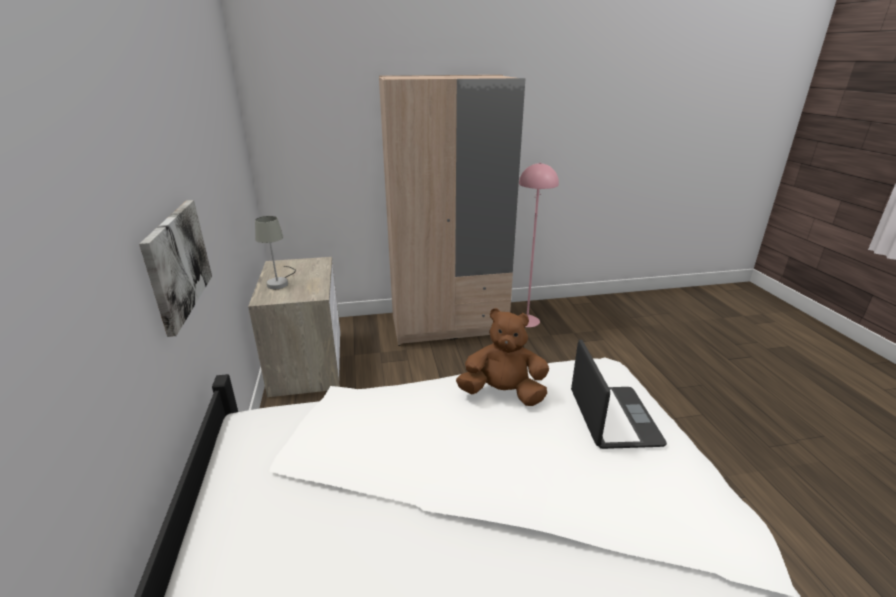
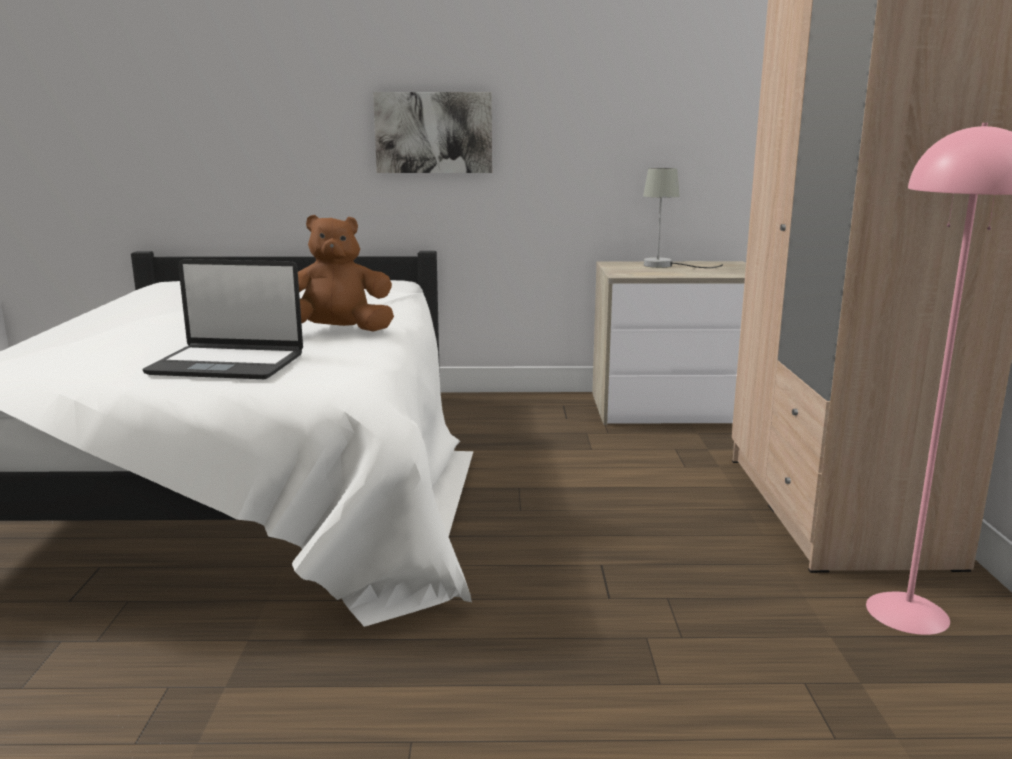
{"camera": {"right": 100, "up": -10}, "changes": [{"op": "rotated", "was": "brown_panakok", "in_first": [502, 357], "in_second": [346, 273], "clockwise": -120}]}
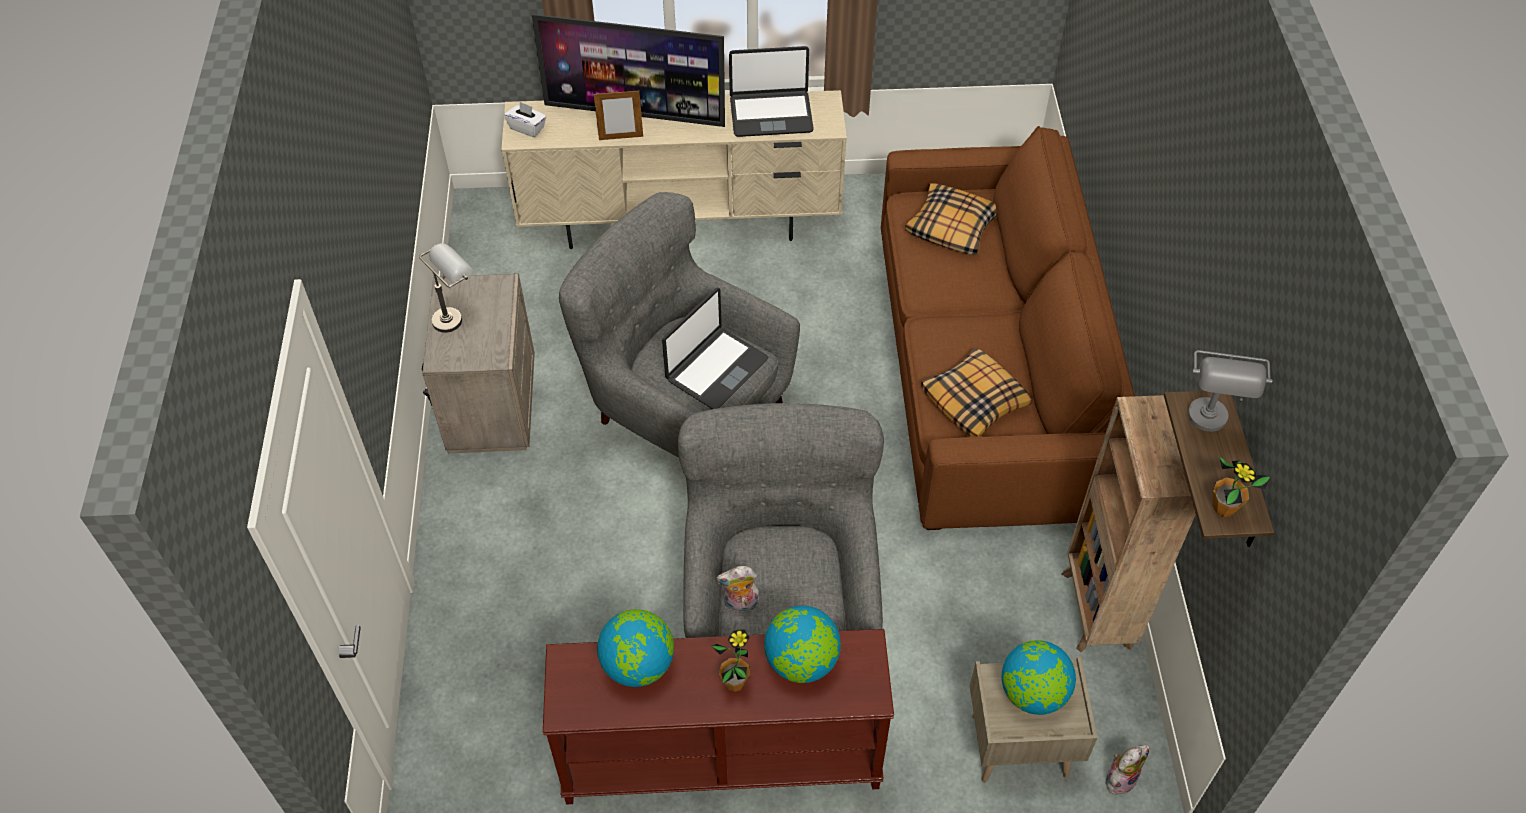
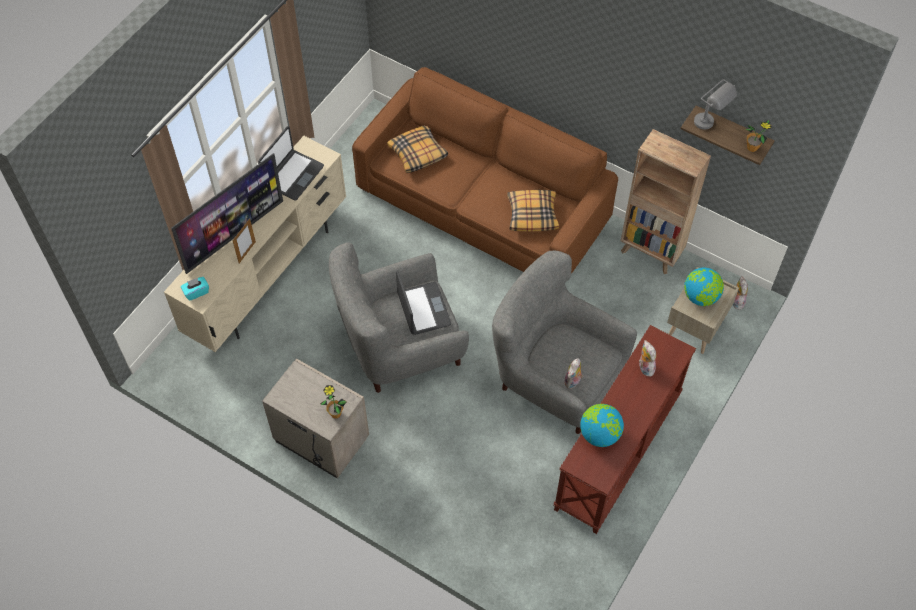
{"camera": {"right": -55, "up": 5}, "changes": [{"op": "repainted", "was": "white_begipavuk", "now": "turquoise_begipavuk", "in_first": [525, 119], "in_second": [195, 289]}, {"op": "shifted", "was": "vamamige", "in_first": [731, 660], "in_second": [333, 402]}, {"op": "swapped", "was": "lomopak", "now": "panakok", "in_first": [802, 644], "in_second": [647, 358]}, {"op": "gone", "was": "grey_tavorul", "in_first": [446, 288]}]}
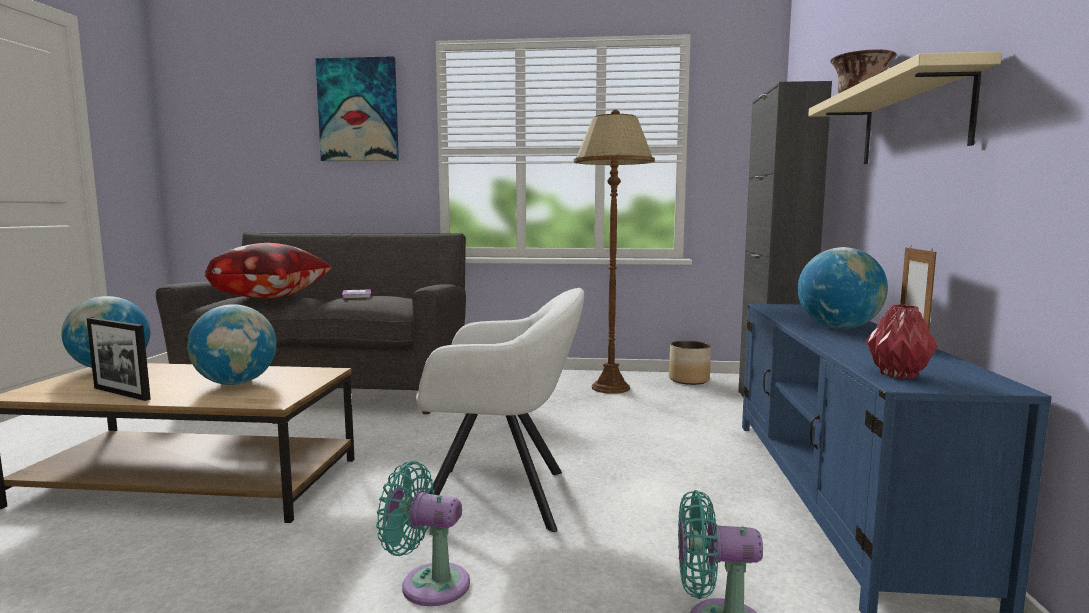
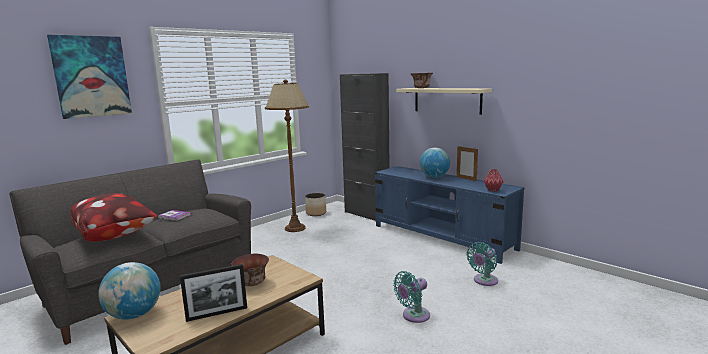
{"camera": {"right": -50, "up": 5}, "changes": [{"op": "swapped", "was": "lomopak", "now": "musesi", "in_first": [232, 344], "in_second": [250, 270]}, {"op": "gone", "was": "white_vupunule", "in_first": [500, 410]}]}
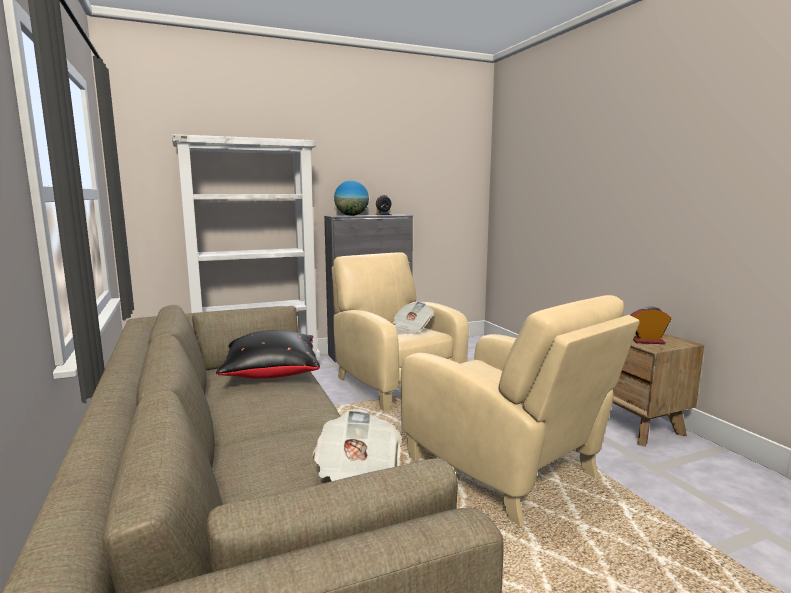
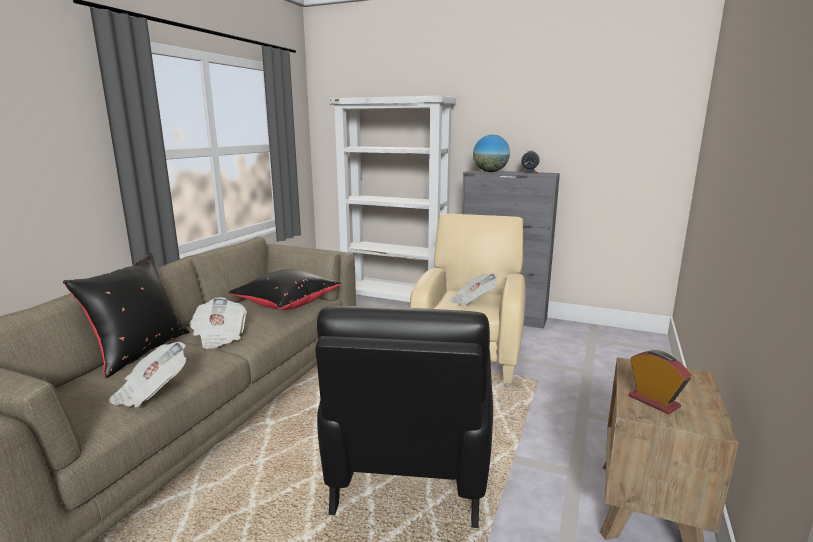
{"camera": {"right": 45, "up": 5}, "changes": [{"op": "new", "now": "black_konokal", "in_second": [126, 315]}, {"op": "new", "now": "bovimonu", "in_second": [218, 323]}, {"op": "repainted", "was": "beige_vupunule", "now": "black_vupunule", "in_first": [520, 410], "in_second": [404, 417]}]}
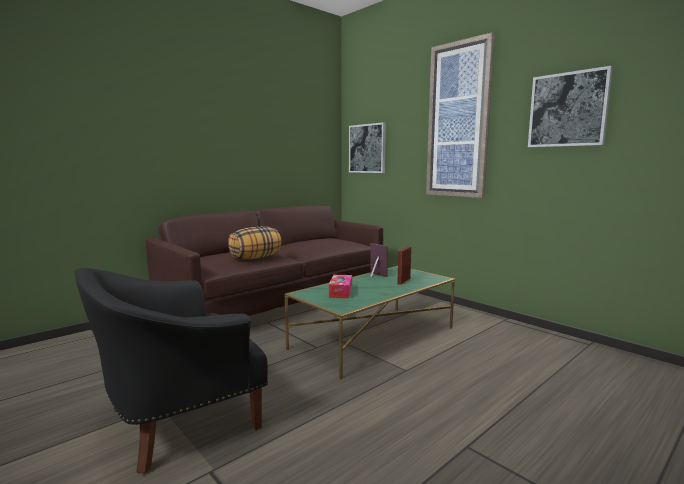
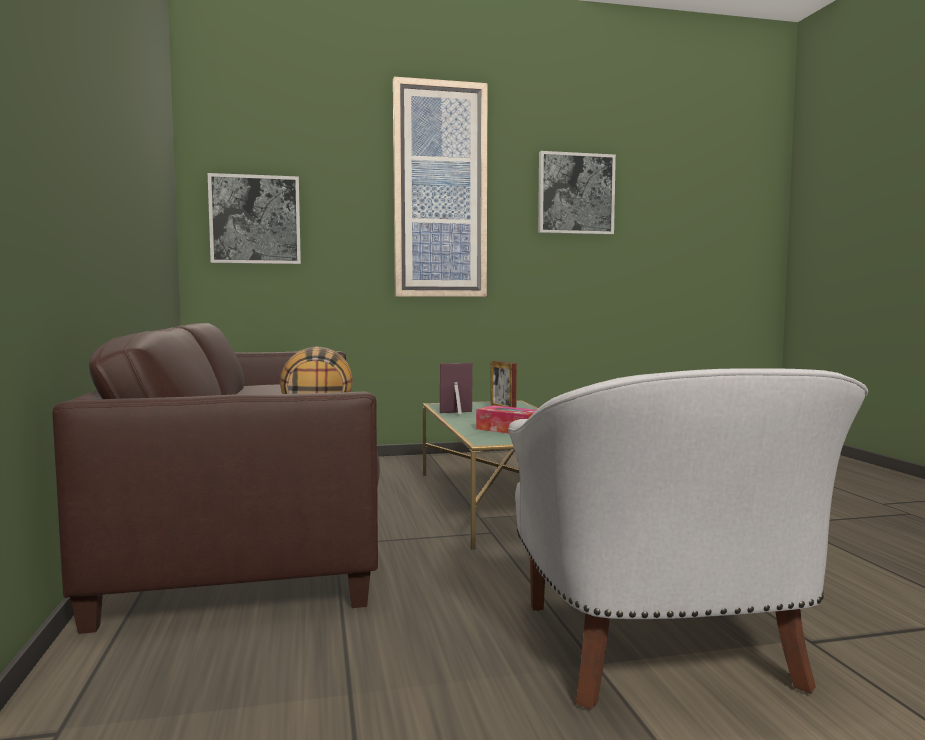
{"camera": {"right": -60, "up": -5}, "changes": [{"op": "repainted", "was": "black_vupunule", "now": "white_vupunule", "in_first": [171, 371], "in_second": [688, 539]}]}
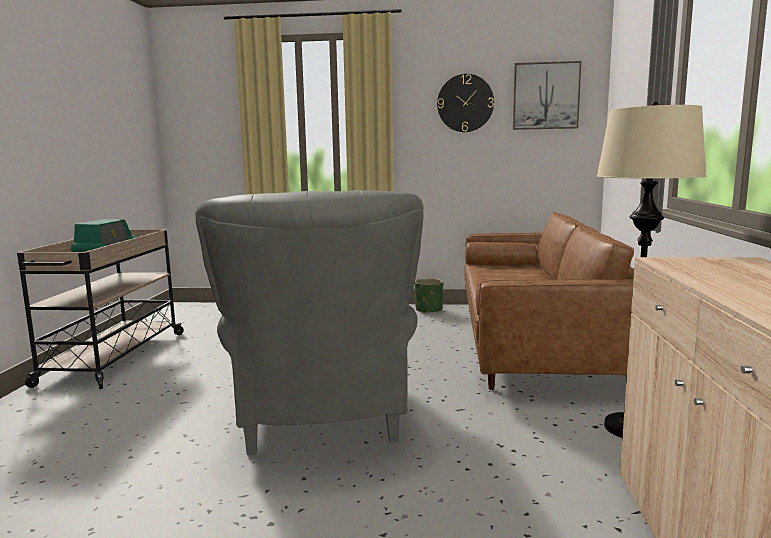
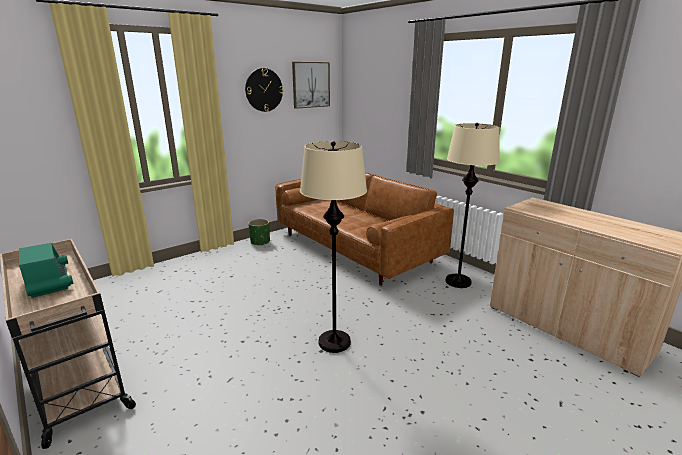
{"camera": {"right": -45, "up": 10}, "changes": [{"op": "swapped", "was": "grey_vupunule", "now": "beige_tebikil", "in_first": [309, 322], "in_second": [333, 247]}]}
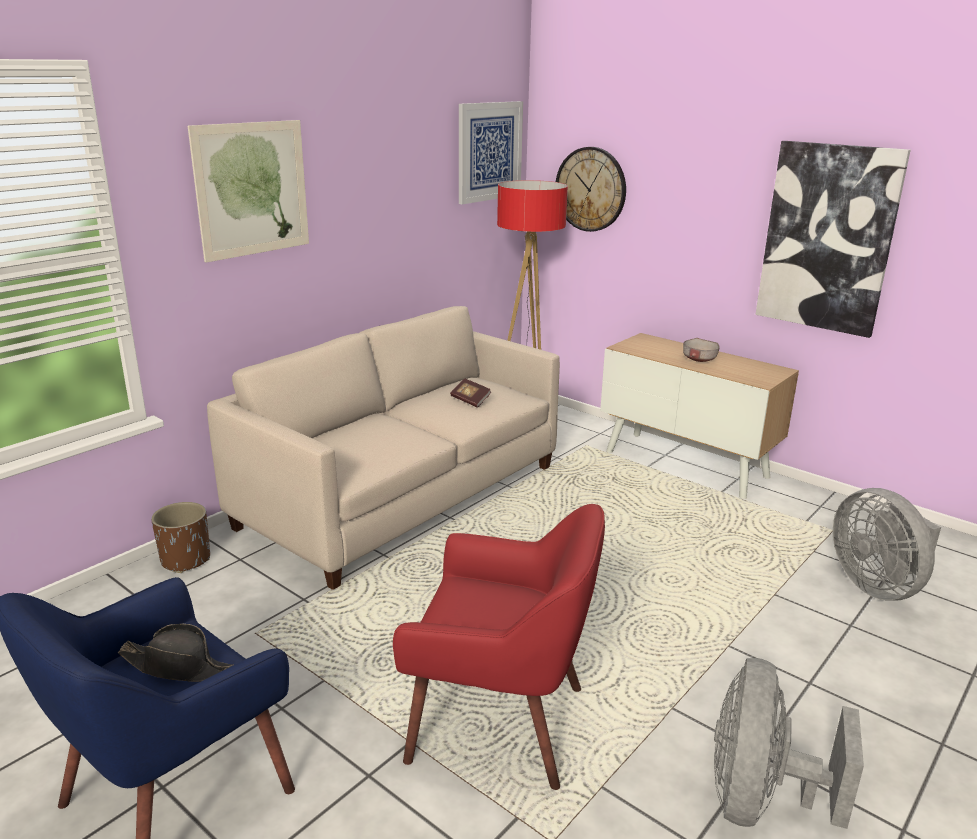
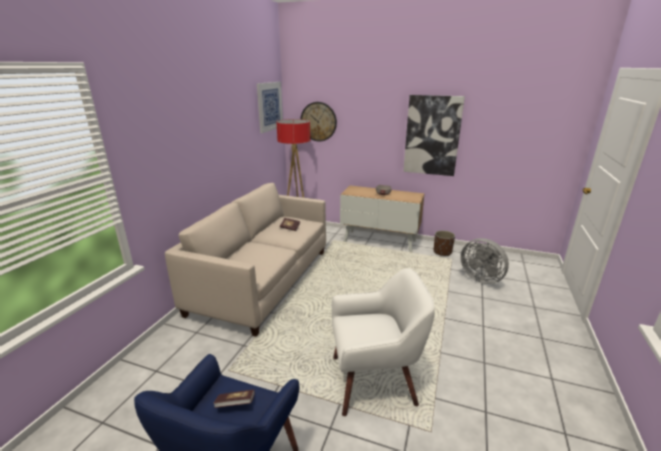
{"camera": {"right": -20, "up": 0}, "changes": [{"op": "swapped", "was": "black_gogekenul", "now": "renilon", "in_first": [175, 653], "in_second": [234, 398]}, {"op": "repainted", "was": "red_vupunule", "now": "white_vupunule", "in_first": [499, 647], "in_second": [383, 342]}, {"op": "shifted", "was": "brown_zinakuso", "in_first": [180, 537], "in_second": [444, 243]}, {"op": "gone", "was": "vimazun", "in_first": [248, 191]}, {"op": "gone", "was": "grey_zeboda", "in_first": [789, 743]}]}
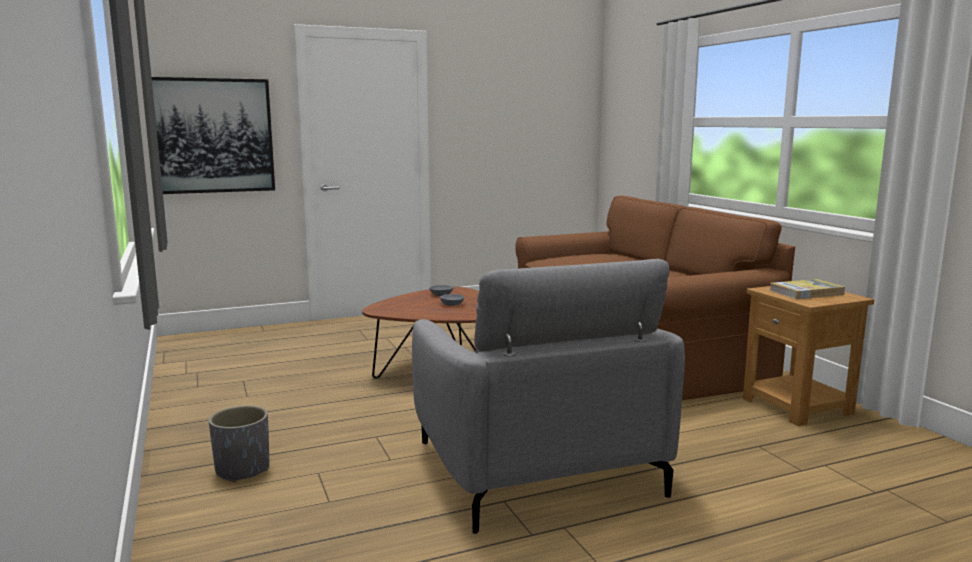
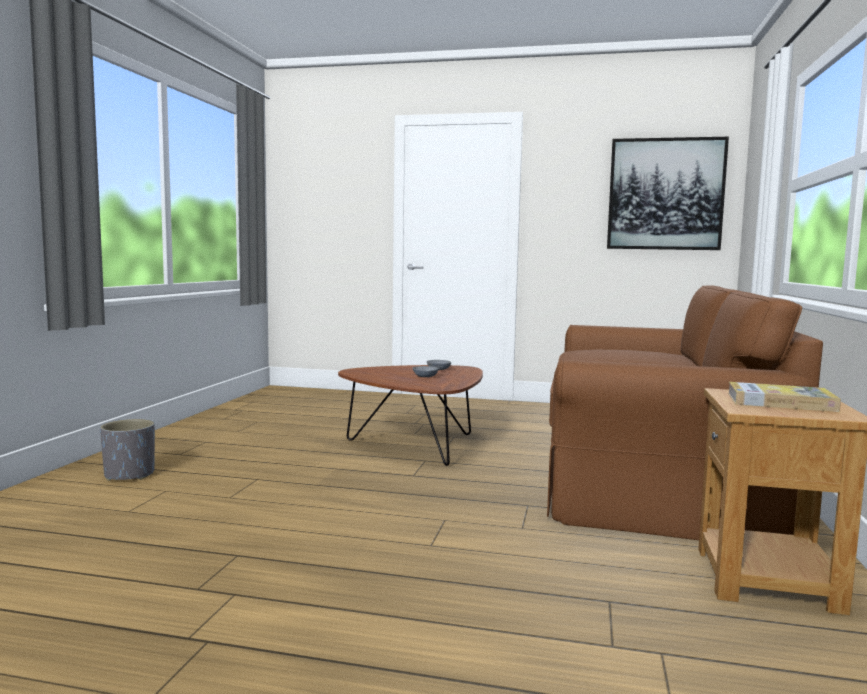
{"camera": {"right": 35, "up": -5}, "changes": [{"op": "shifted", "was": "vimazun", "in_first": [213, 135], "in_second": [668, 193]}, {"op": "gone", "was": "grey_vupunule", "in_first": [548, 396]}]}
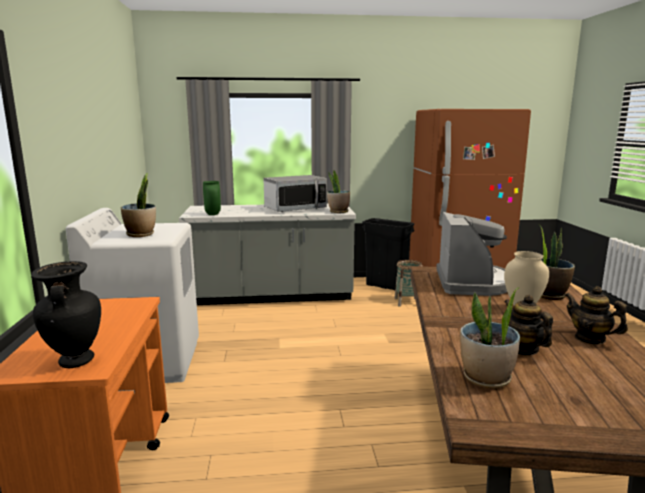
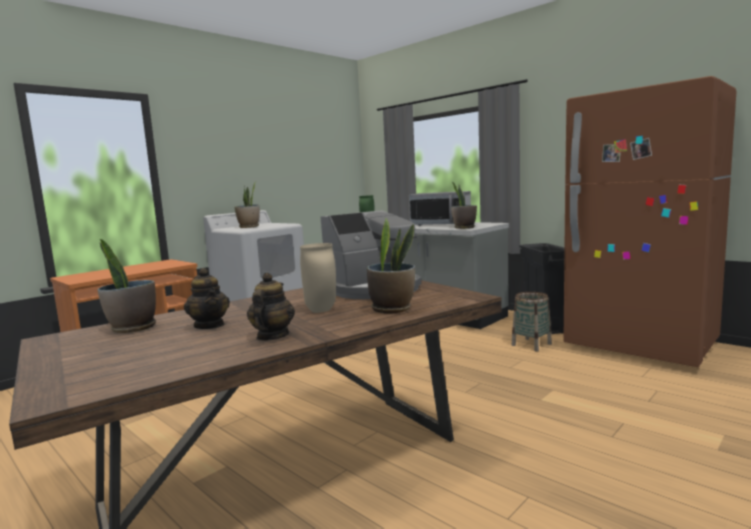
{"camera": {"right": 50, "up": -5}, "changes": [{"op": "rotated", "was": "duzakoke", "in_first": [528, 325], "in_second": [207, 298], "clockwise": 120}, {"op": "gone", "was": "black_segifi", "in_first": [66, 314]}]}
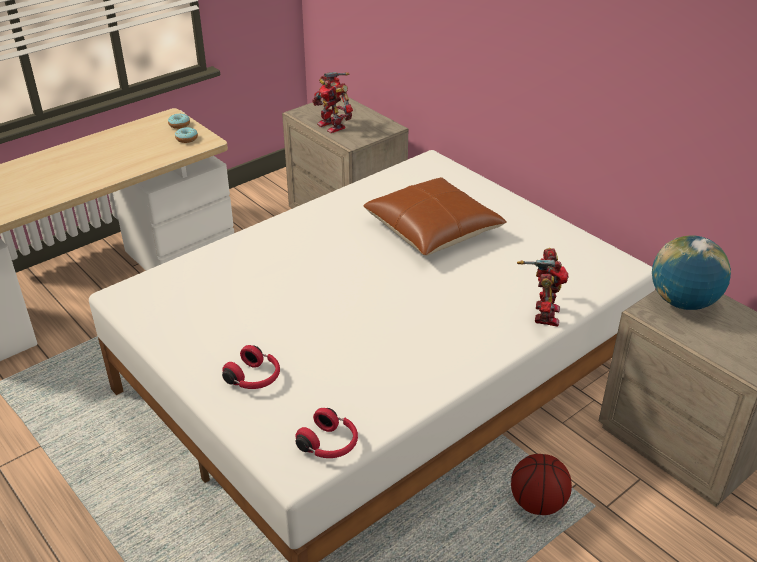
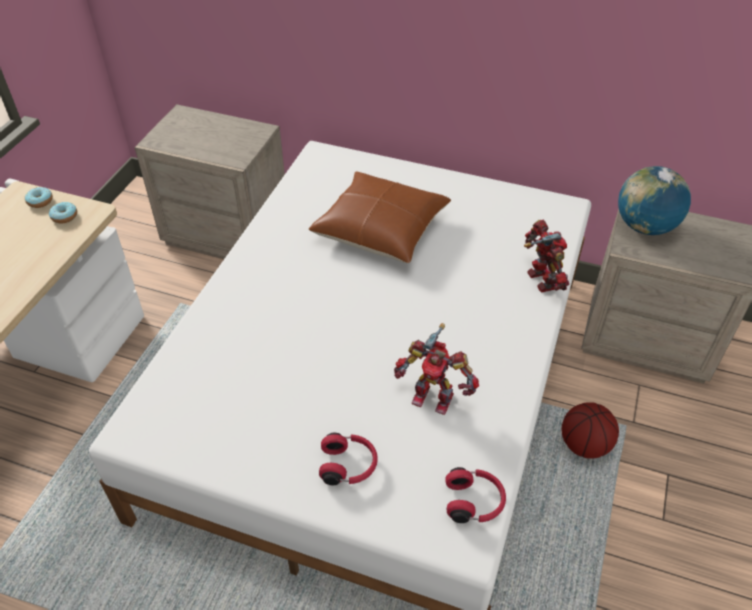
{"camera": {"right": -30, "up": 10}, "changes": [{"op": "shifted", "was": "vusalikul", "in_first": [332, 102], "in_second": [436, 369]}]}
